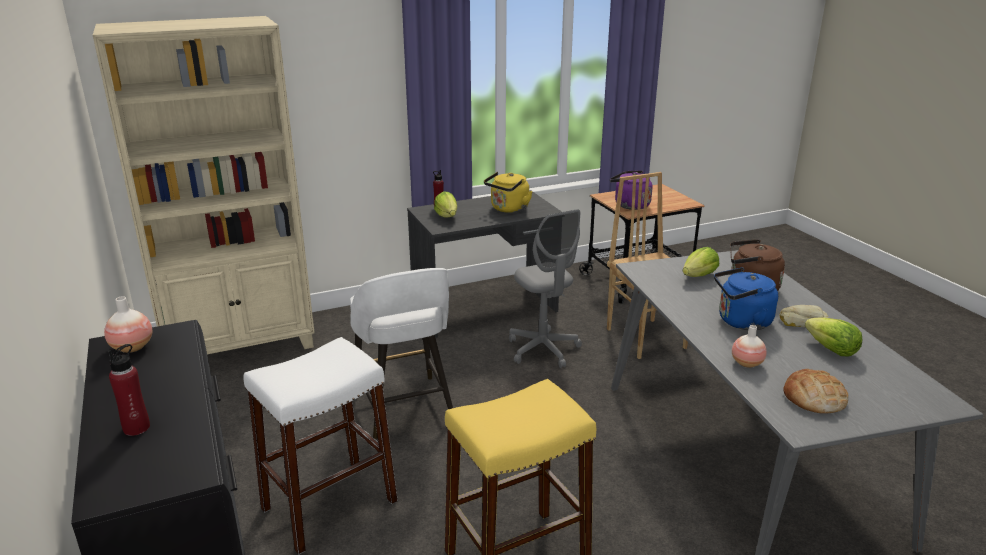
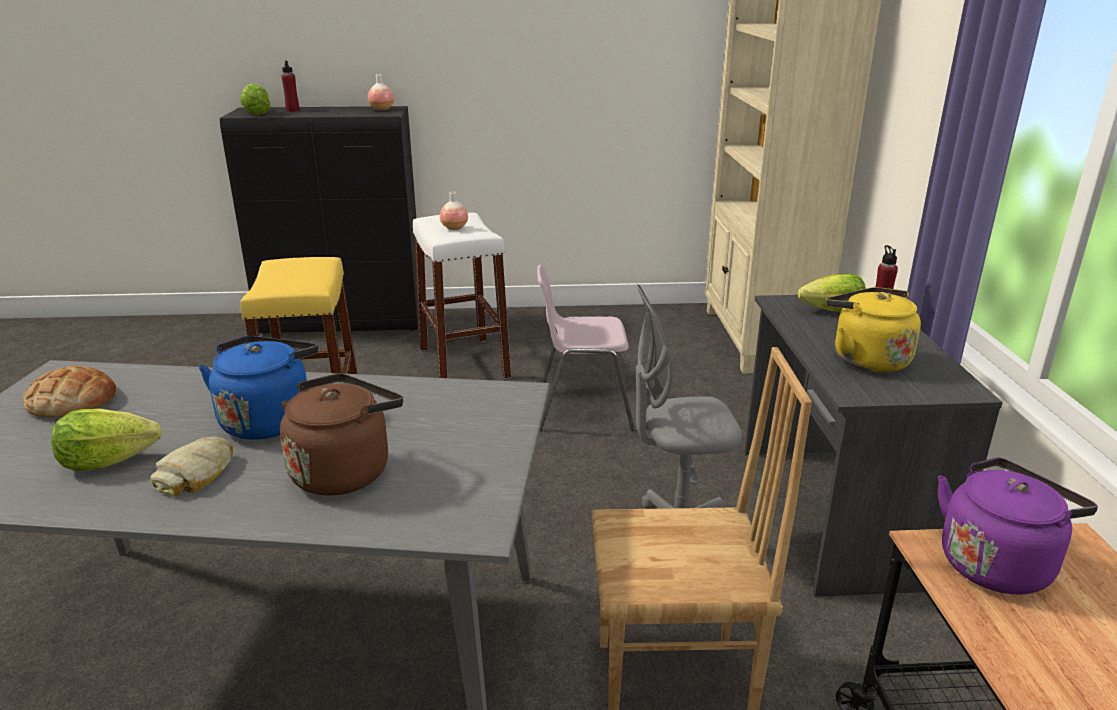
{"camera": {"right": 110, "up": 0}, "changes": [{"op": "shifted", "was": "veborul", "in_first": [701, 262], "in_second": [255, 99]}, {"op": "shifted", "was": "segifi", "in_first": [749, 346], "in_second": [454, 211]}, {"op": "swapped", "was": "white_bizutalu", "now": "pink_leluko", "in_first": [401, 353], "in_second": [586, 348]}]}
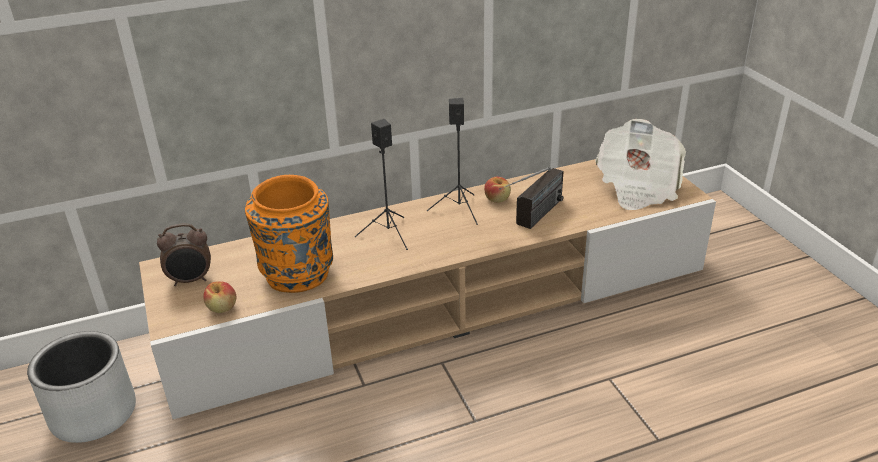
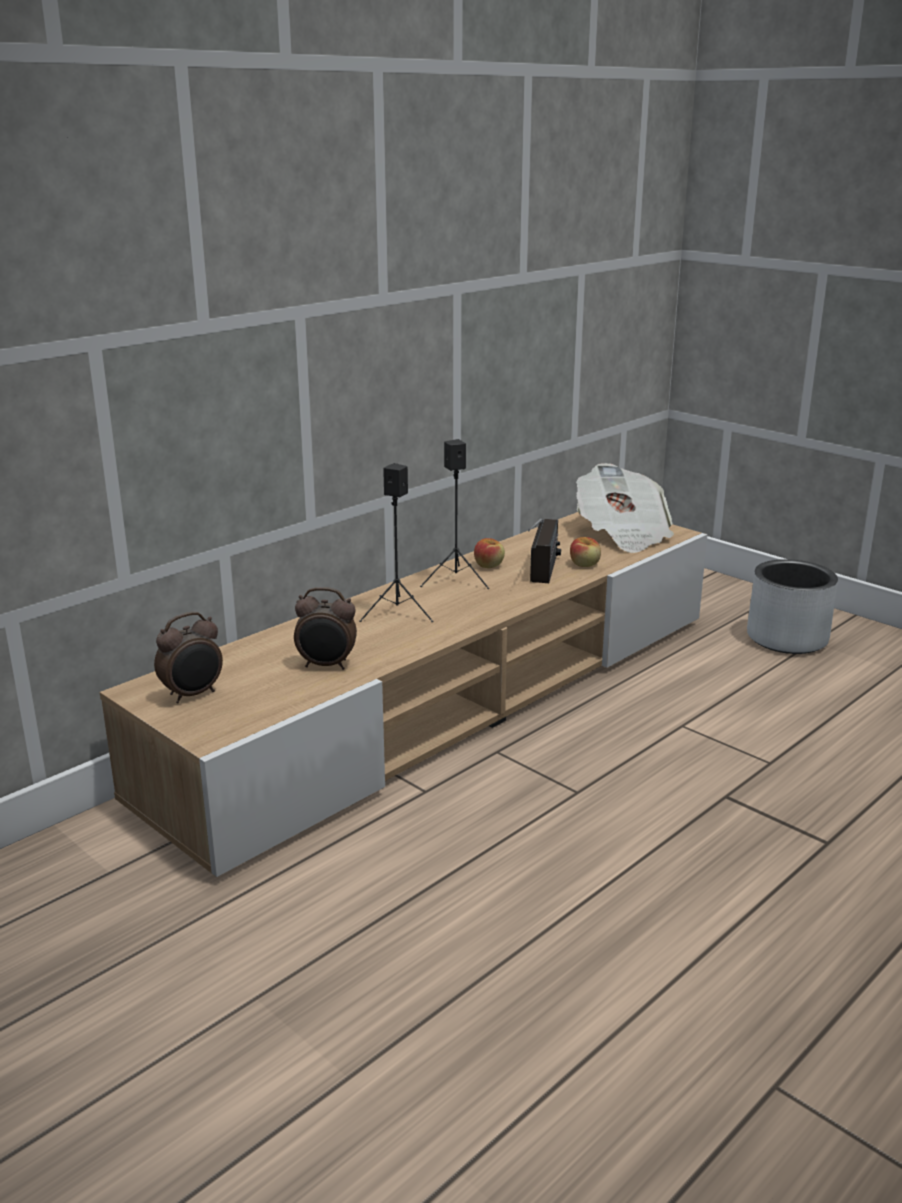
{"camera": {"right": -25, "up": -10}, "changes": [{"op": "swapped", "was": "orange_segifi", "now": "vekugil", "in_first": [289, 234], "in_second": [325, 628]}, {"op": "shifted", "was": "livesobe", "in_first": [220, 297], "in_second": [585, 552]}, {"op": "shifted", "was": "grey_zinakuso", "in_first": [81, 387], "in_second": [792, 606]}]}
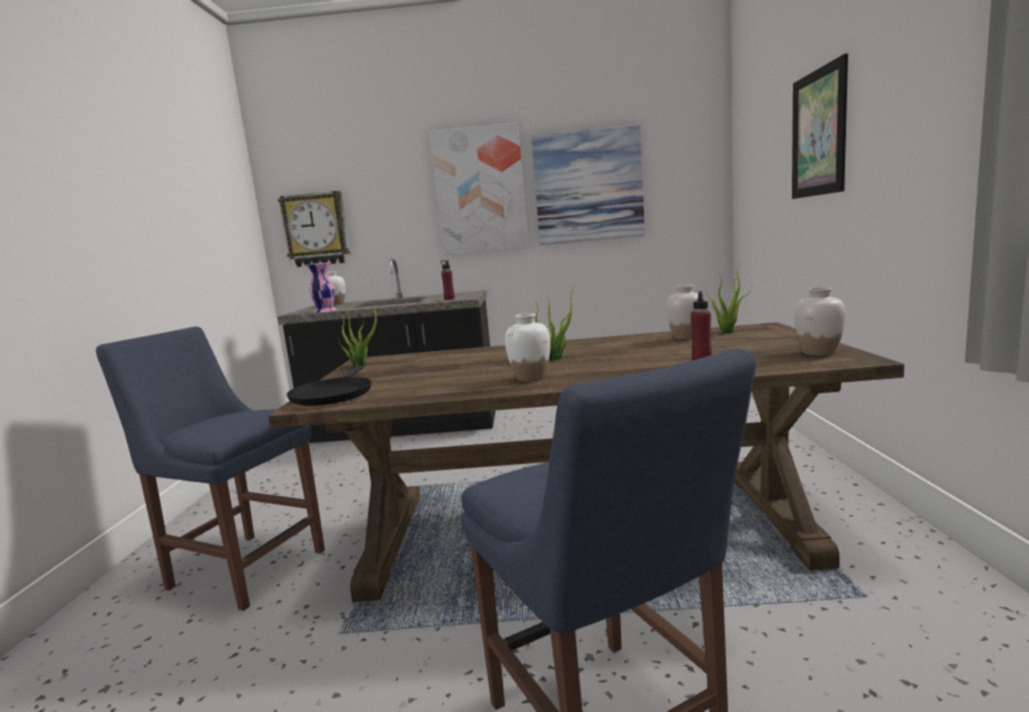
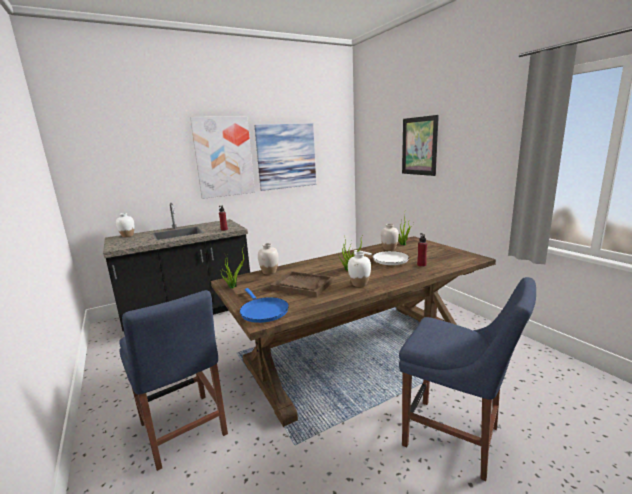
{"camera": {"right": -30, "up": 5}, "changes": [{"op": "rotated", "was": "blue_leluko", "in_first": [210, 469], "in_second": [173, 380], "clockwise": -120}, {"op": "repainted", "was": "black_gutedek", "now": "blue_gutedek", "in_first": [329, 385], "in_second": [264, 305]}, {"op": "shifted", "was": "white_segifi", "in_first": [820, 321], "in_second": [268, 259]}, {"op": "new", "now": "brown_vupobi", "in_second": [302, 284]}, {"op": "new", "now": "white_gutedek", "in_second": [381, 257]}, {"op": "gone", "was": "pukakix", "in_first": [314, 229]}, {"op": "gone", "was": "pink_segifi", "in_first": [322, 287]}]}
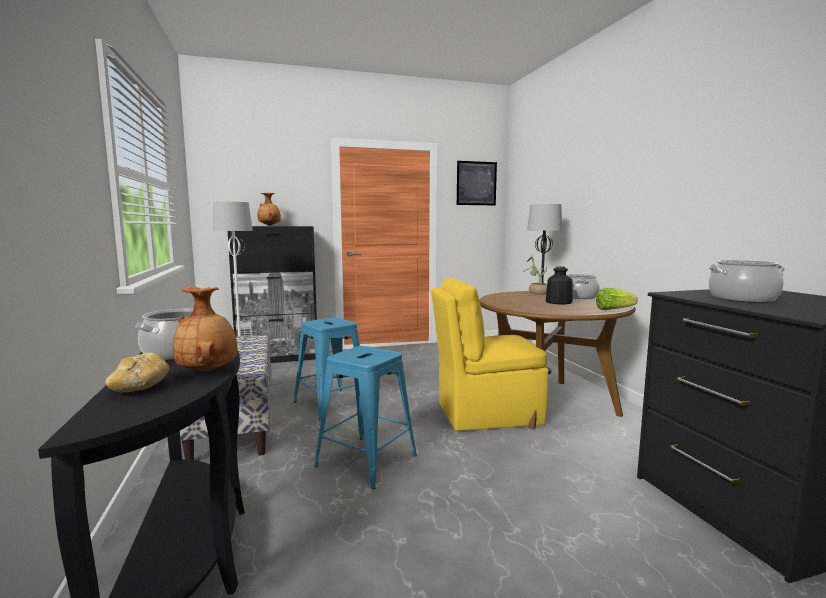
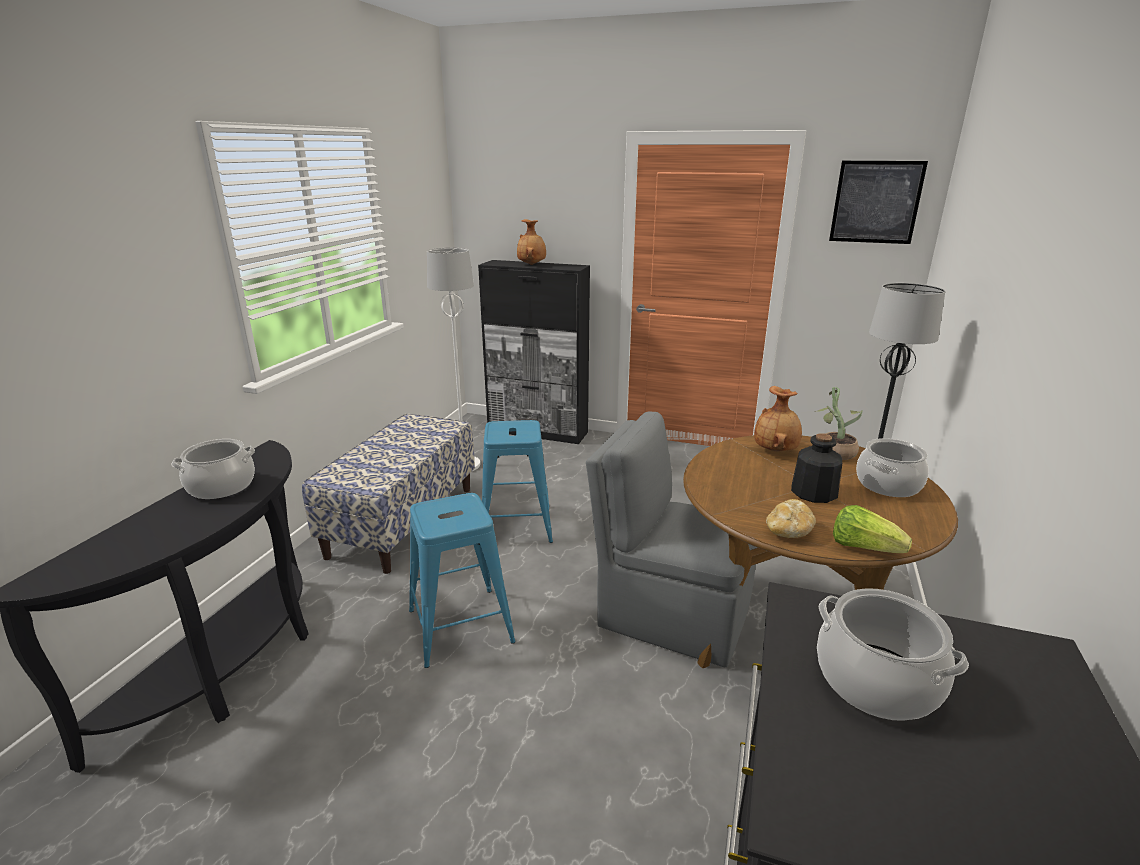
{"camera": {"right": 35, "up": 15}, "changes": [{"op": "repainted", "was": "yellow_leluko", "now": "grey_leluko", "in_first": [489, 354], "in_second": [671, 539]}, {"op": "shifted", "was": "brown_segifi", "in_first": [205, 329], "in_second": [778, 419]}, {"op": "shifted", "was": "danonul", "in_first": [137, 372], "in_second": [791, 518]}]}
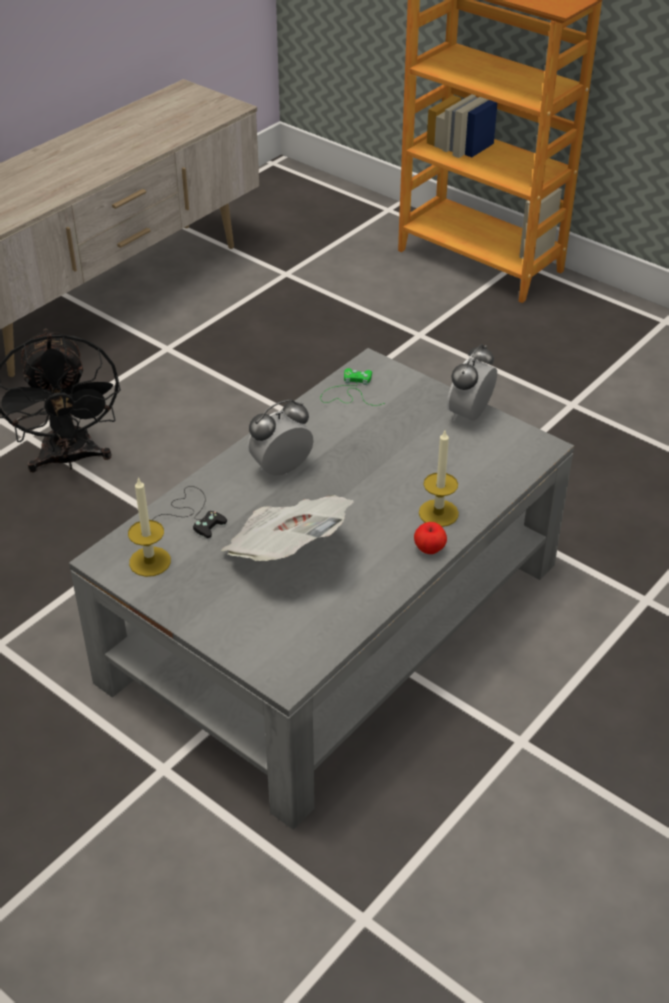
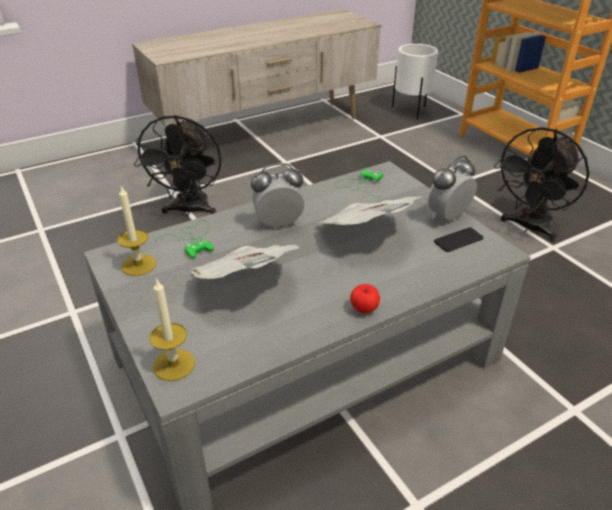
{"camera": {"right": 20, "up": -5}, "changes": [{"op": "shifted", "was": "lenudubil", "in_first": [439, 478], "in_second": [172, 329]}, {"op": "repainted", "was": "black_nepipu", "now": "green_nepipu", "in_first": [189, 512], "in_second": [184, 239]}, {"op": "new", "now": "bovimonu", "in_second": [369, 211]}, {"op": "new", "now": "white_zinakuso", "in_second": [415, 82]}, {"op": "new", "now": "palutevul", "in_second": [459, 239]}, {"op": "new", "now": "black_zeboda", "in_second": [542, 184]}]}
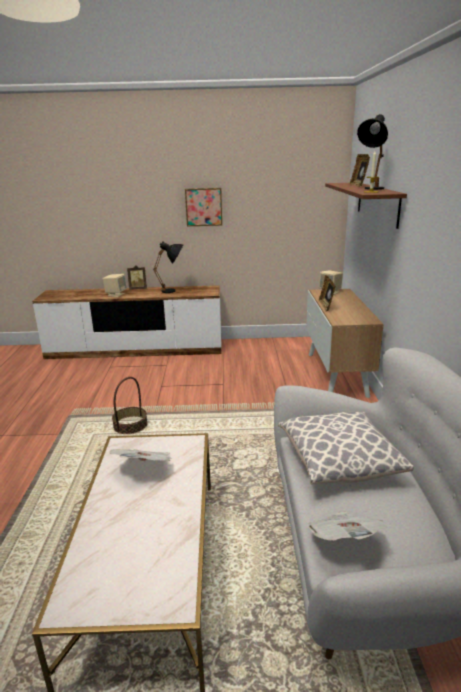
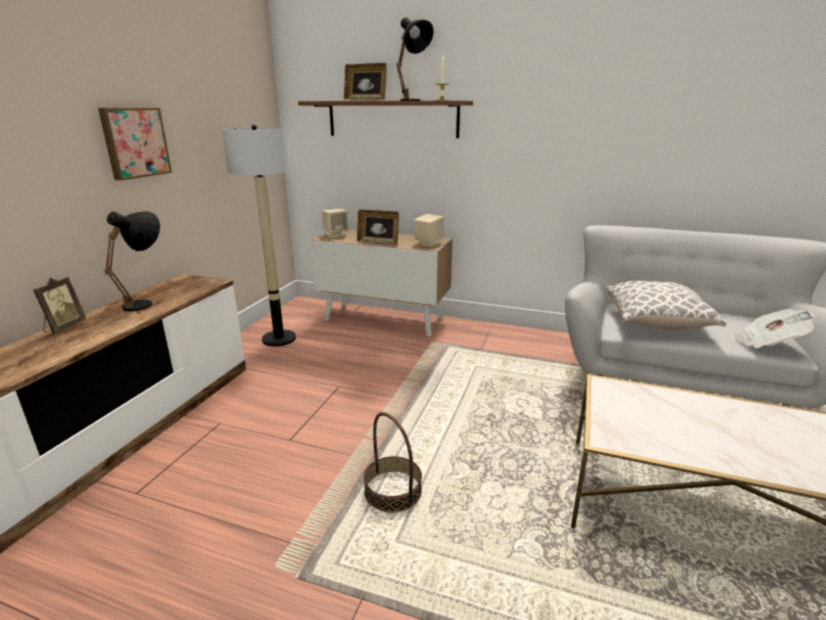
{"camera": {"right": -70, "up": 0}, "changes": [{"op": "new", "now": "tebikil", "in_second": [259, 235]}, {"op": "shifted", "was": "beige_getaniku", "in_first": [114, 285], "in_second": [429, 230]}, {"op": "gone", "was": "bovimonu", "in_first": [140, 455]}]}
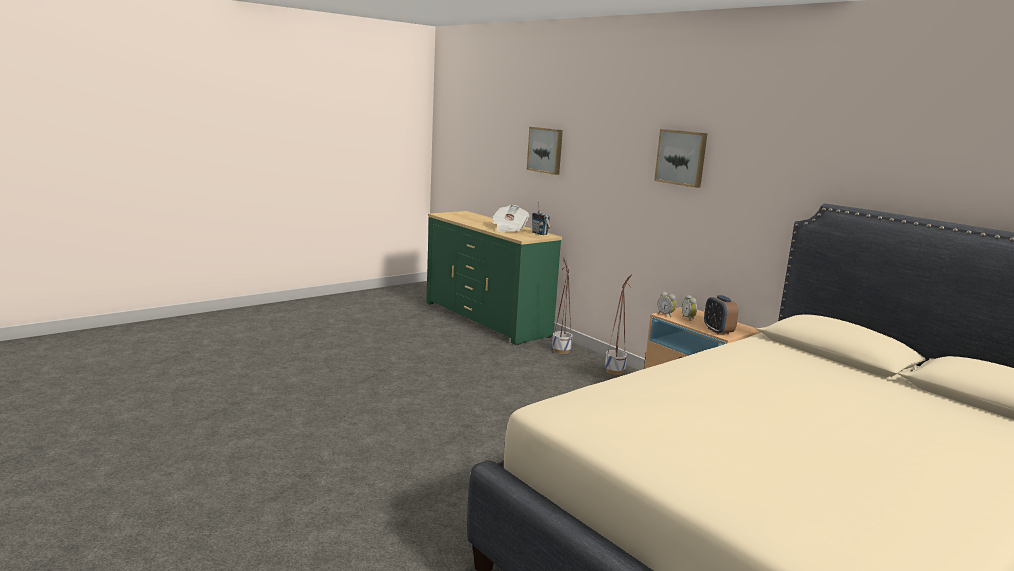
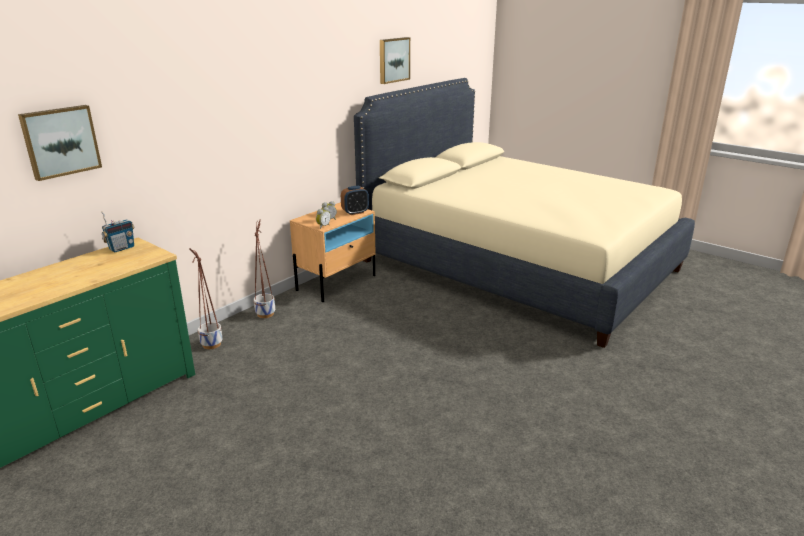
{"camera": {"right": -100, "up": 10}, "changes": [{"op": "shifted", "was": "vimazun", "in_first": [680, 158], "in_second": [395, 60]}, {"op": "gone", "was": "bovimonu", "in_first": [511, 219]}]}
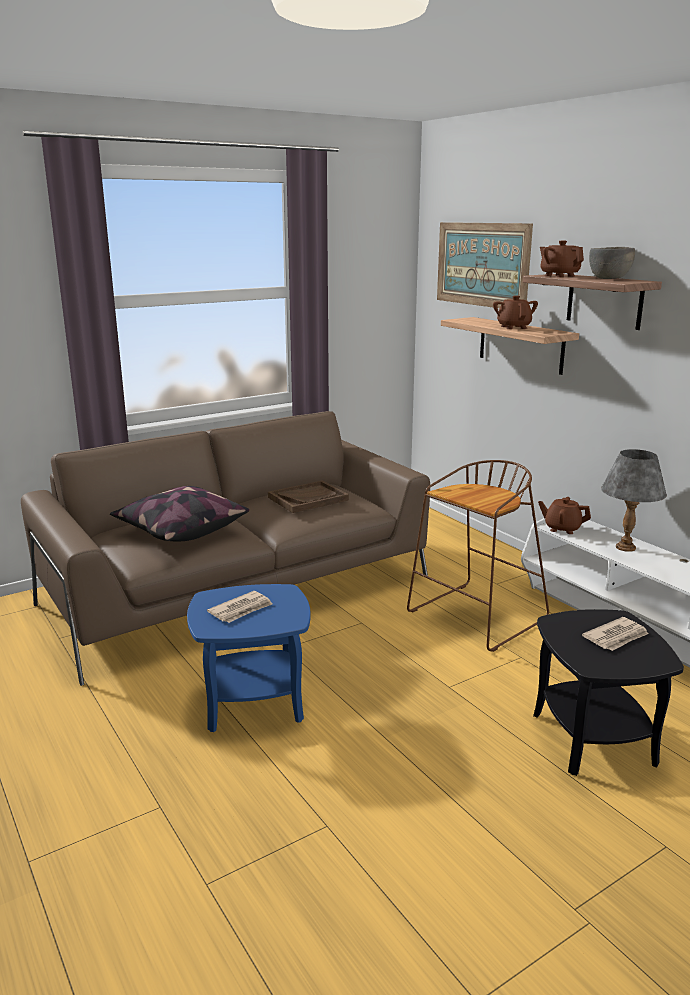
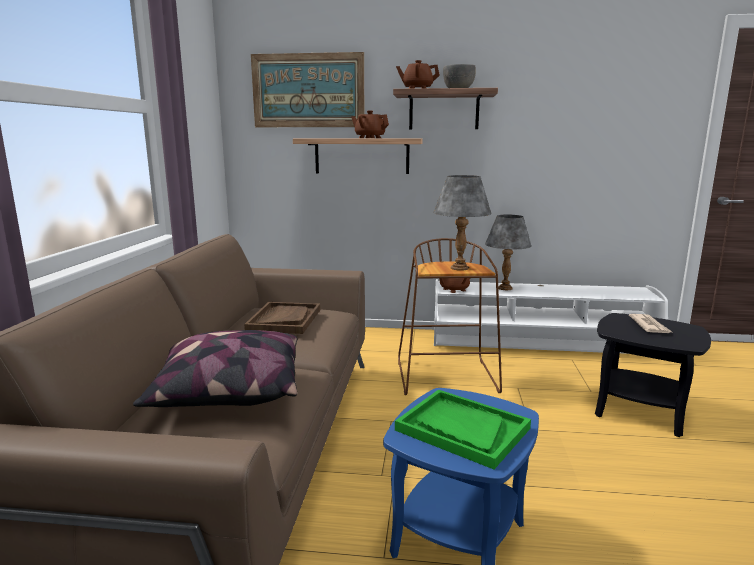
{"camera": {"right": -50, "up": -5}, "changes": [{"op": "swapped", "was": "bovimonu", "now": "green_vupobi", "in_first": [240, 607], "in_second": [463, 429]}, {"op": "new", "now": "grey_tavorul", "in_second": [462, 223]}]}
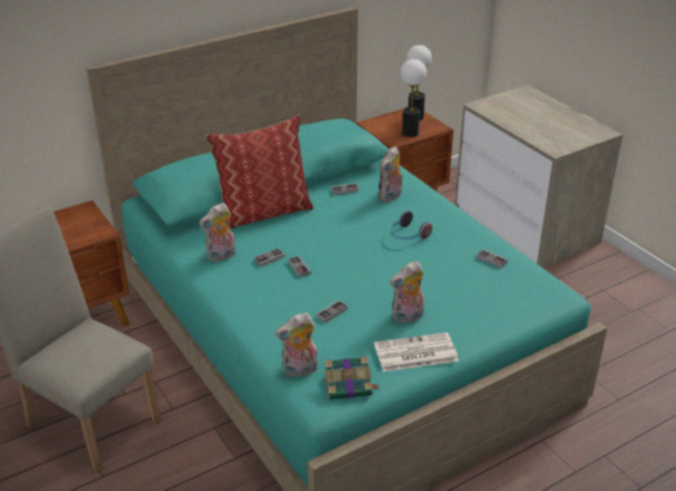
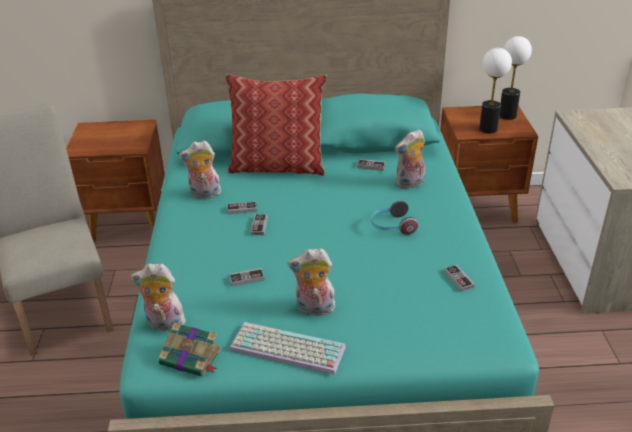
{"camera": {"right": 30, "up": 0}, "changes": [{"op": "swapped", "was": "bovimonu", "now": "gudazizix", "in_first": [416, 352], "in_second": [288, 348]}]}
